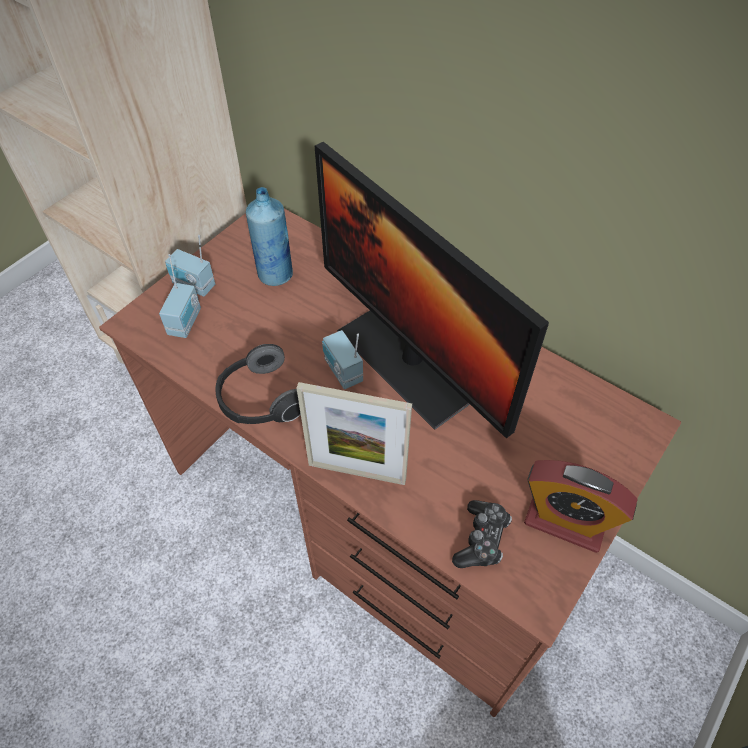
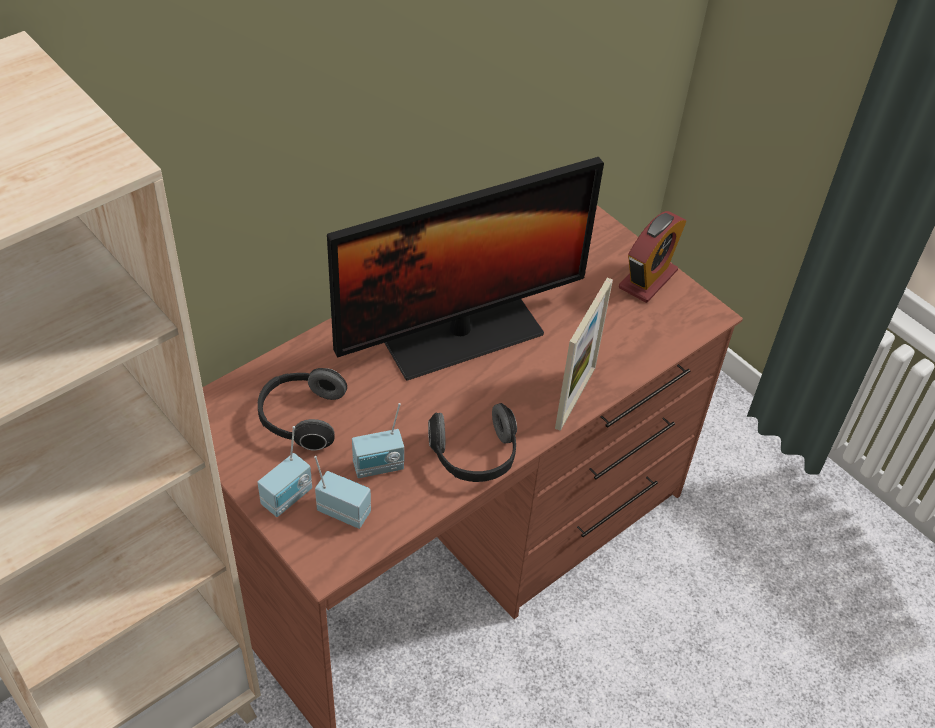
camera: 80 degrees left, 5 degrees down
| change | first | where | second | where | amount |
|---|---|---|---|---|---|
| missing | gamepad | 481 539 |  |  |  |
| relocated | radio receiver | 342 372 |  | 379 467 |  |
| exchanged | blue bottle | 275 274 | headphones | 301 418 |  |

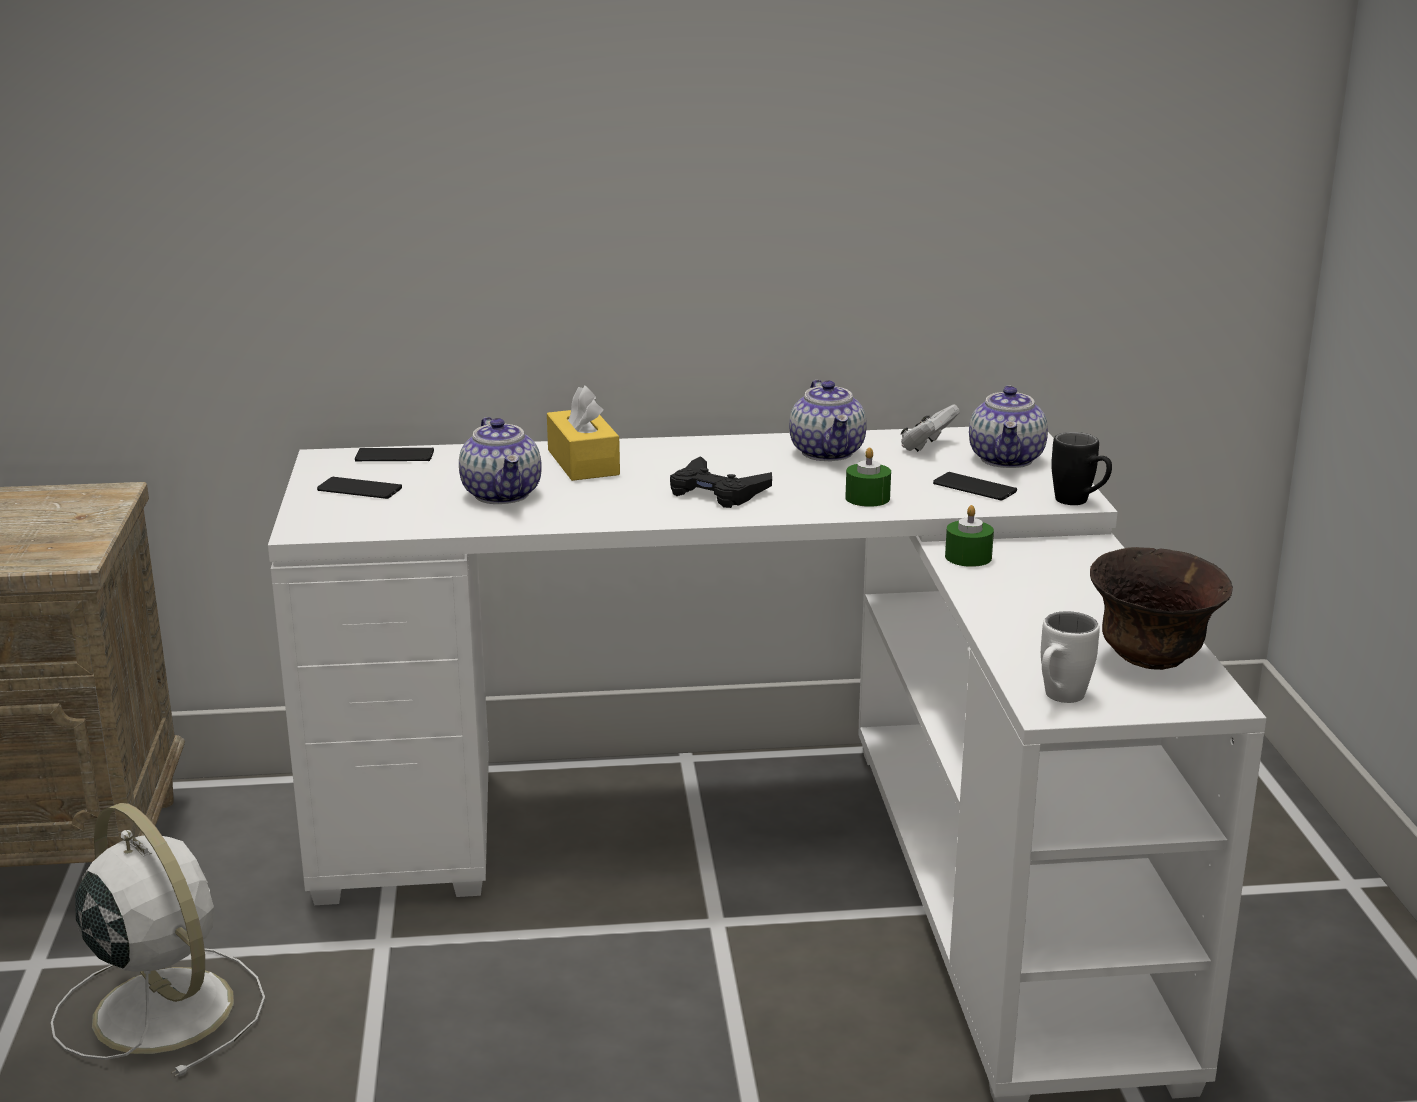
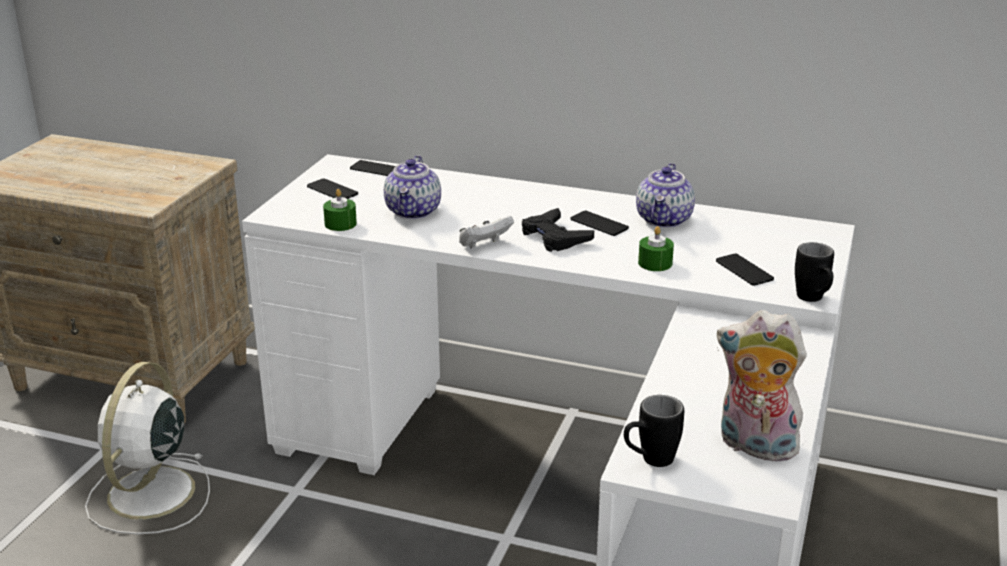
camera: 25 degrees right, 5 degrees up
| change | first | where | second | where | amount |
|---|---|---|---|---|---|
| missing | yellow tissue holder | 583 462 |  |  |  |
| missing | pot for tea | 1007 460 |  |  |  |
| appeared |  |  | telephone | 599 224 |  |
| relocated | white gamepad | 927 447 |  | 484 245 |  |
| relocated | green wax candle | 968 557 |  | 340 224 |  |
| exchanged | brownish deep dish | 1151 660 | plush toy | 754 446 |  |
| colour | white tea mug | 1058 699 | blackish tea mug | 649 461 |  |
| spun | white electric fan | 160 1007 |  | 149 495 | 150 degrees counterclockwise |

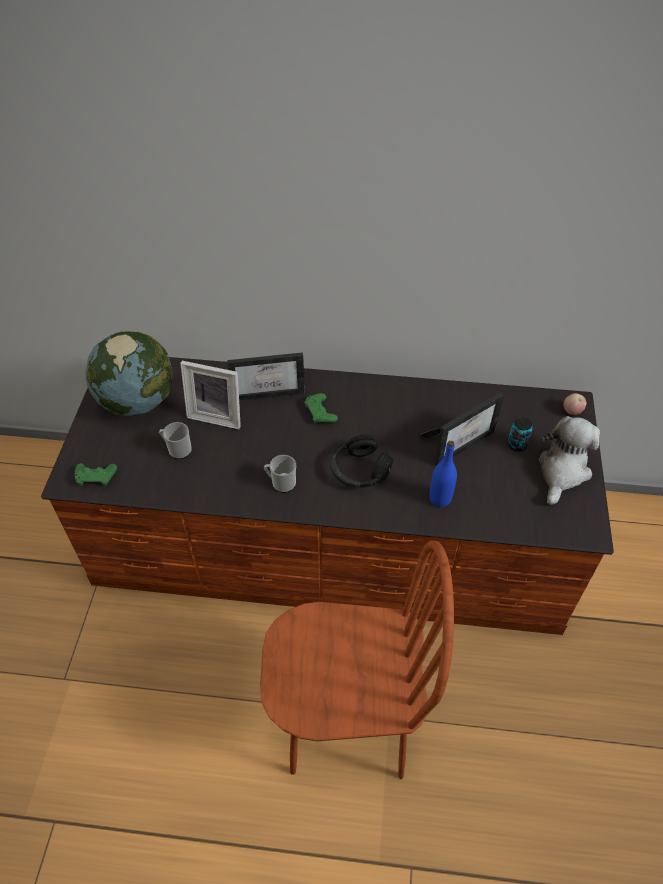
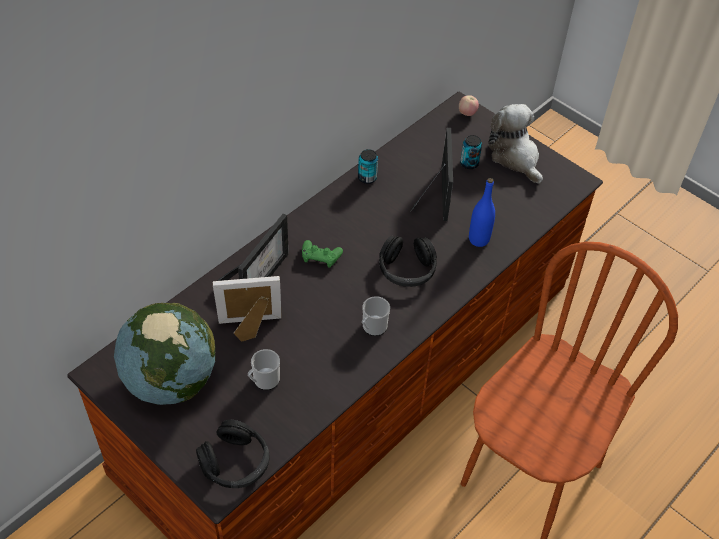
camera: 55 degrees left, 0 degrees up
| change | first | where | second | where | amount |
|---|---|---|---|---|---|
| appeared |  |  | metal can | 367 178 |  |
| exchanged | green gamepad | 96 477 | blackish headphones | 235 463 |  |
| spun | standing frame | 217 414 |  | 250 328 | 150 degrees counterclockwise |

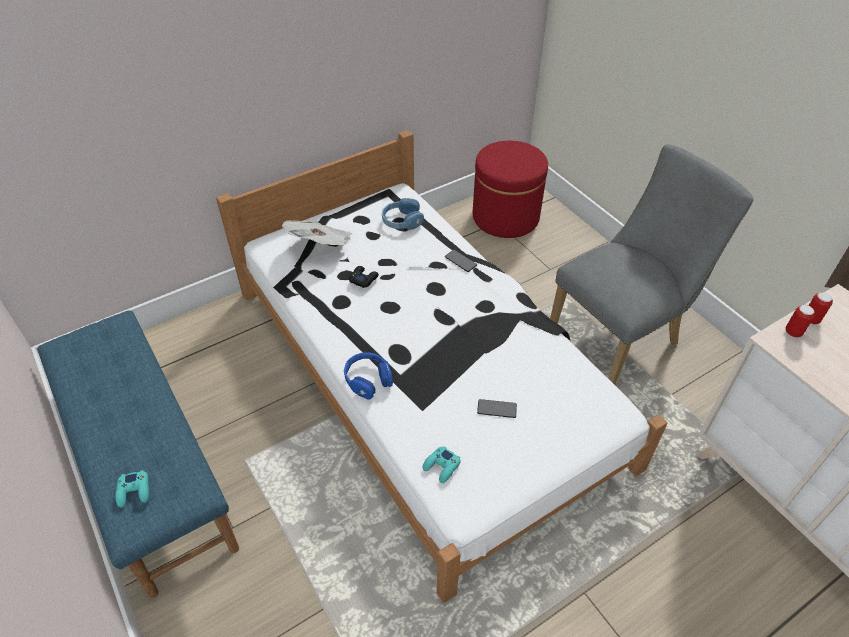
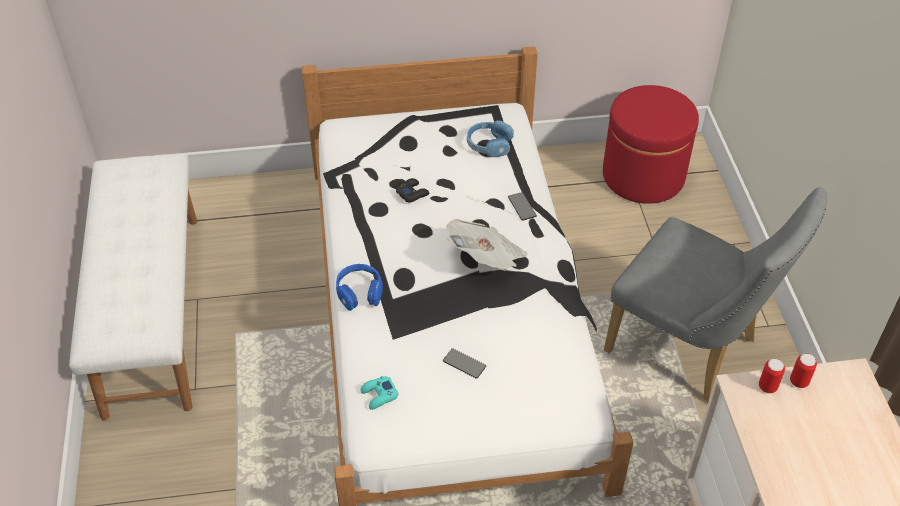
camera: 25 degrees right, 0 degrees up
| change | first | where | second | where | amount |
|---|---|---|---|---|---|
| missing | turquoise-coloured gamepad | 134 491 |  |  |  |
| relocated | newspaper | 321 246 |  | 486 259 |  |
| colour | blue long seat | 150 470 | white long seat | 151 311 |  |
| spun | gray plain chair | 621 334 |  | 691 350 | 45 degrees clockwise |

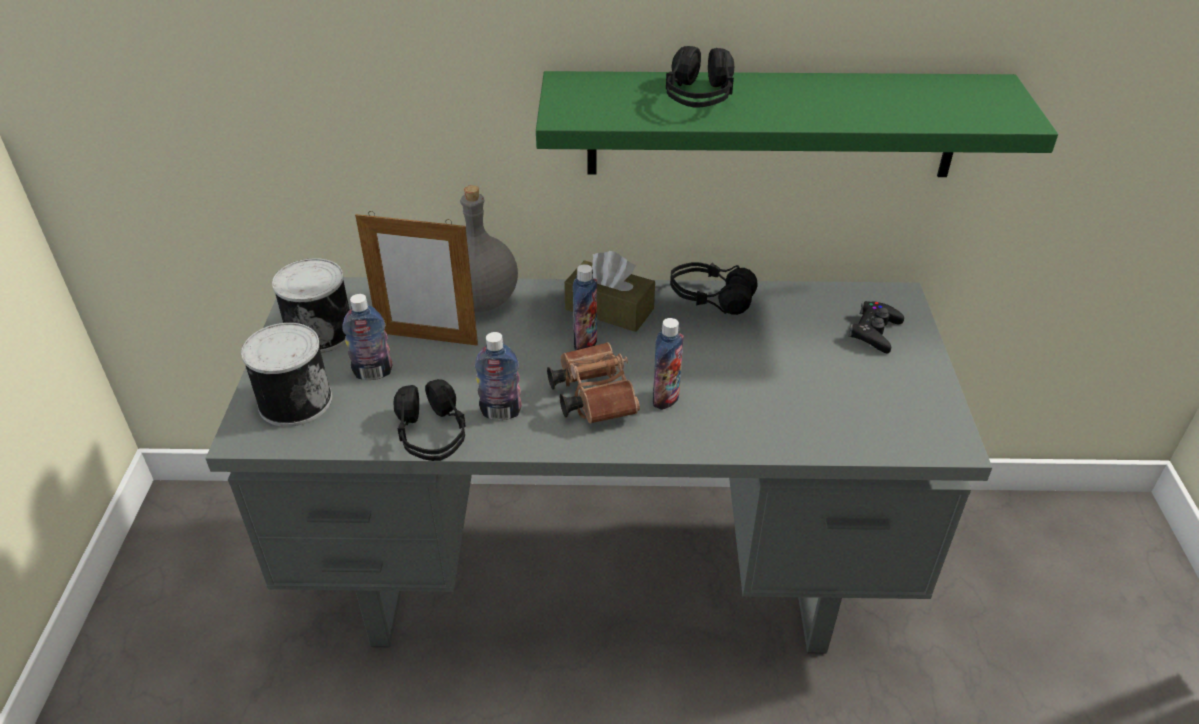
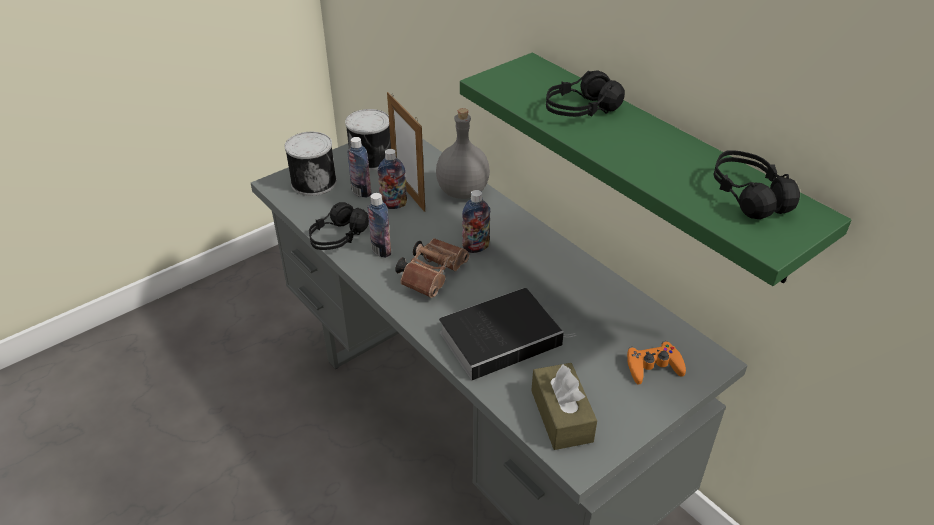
camera: 50 degrees right, 0 degrees up
| change | first | where | second | where | amount |
|---|---|---|---|---|---|
| appeared |  |  | bound book | 502 336 |  |
| relocated | brownish tissue holder | 609 309 |  | 561 416 |  |
| relocated | bottle | 666 398 |  | 393 204 |  |
| relocated | blackish headphones | 710 298 |  | 748 196 |  |
| colour | blackish gamepad | 874 332 | orange-coloured gamepad | 653 367 |  |

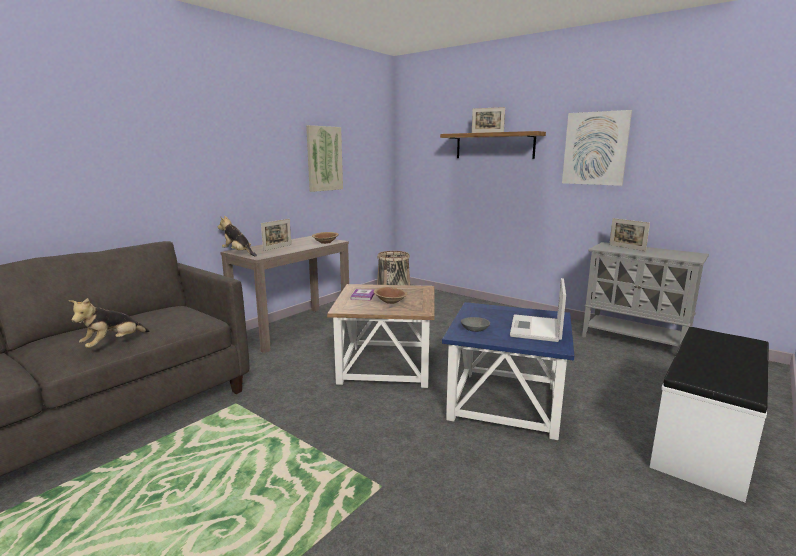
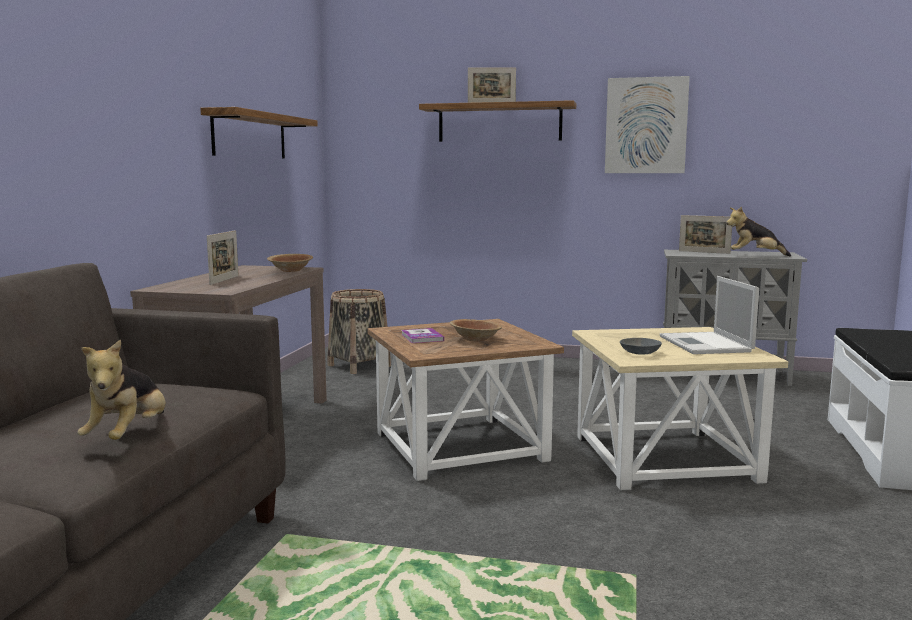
camera: 25 degrees left, 5 degrees down
| change | first | where | second | where | amount |
|---|---|---|---|---|---|
| relocated | plush toy | 238 253 |  | 754 256 |  |
| exchanged | wall picture | 324 158 | bracket shelf | 250 136 |  |
| colour | blue end table | 506 403 | beige end table | 667 459 |  |

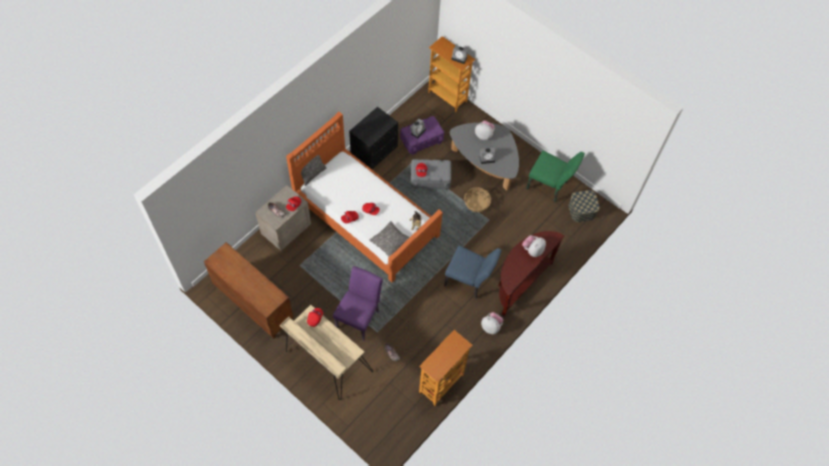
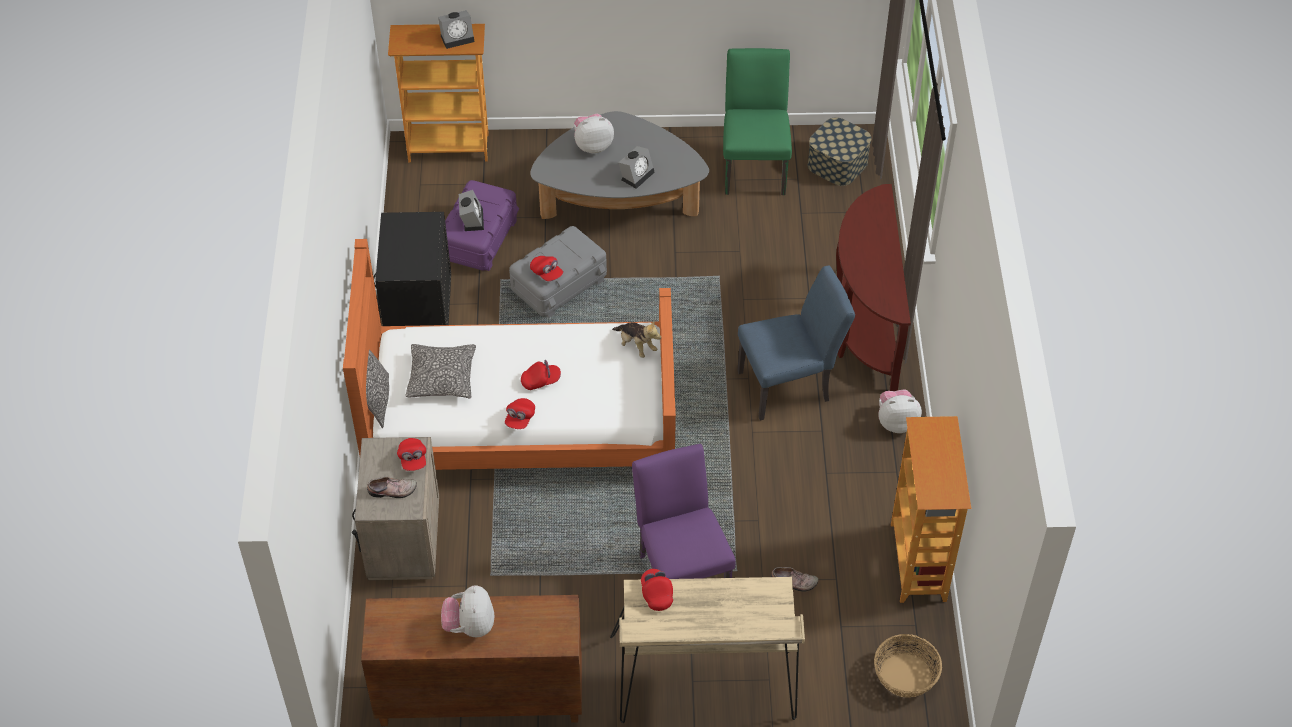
camera: 40 degrees left, 10 degrees down
| change | first | where | second | where | amount |
|---|---|---|---|---|---|
| relocated | throw pillow | 390 242 |  | 441 377 |  |
| relocated | basket | 476 203 |  | 905 676 |  |
| relocated | plush toy | 532 250 |  | 470 626 |  |
| spun | green plain chair | 549 187 |  | 754 165 | 75 degrees counterclockwise |

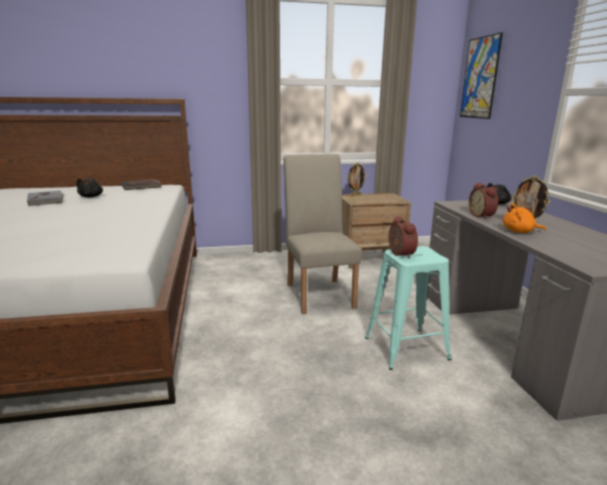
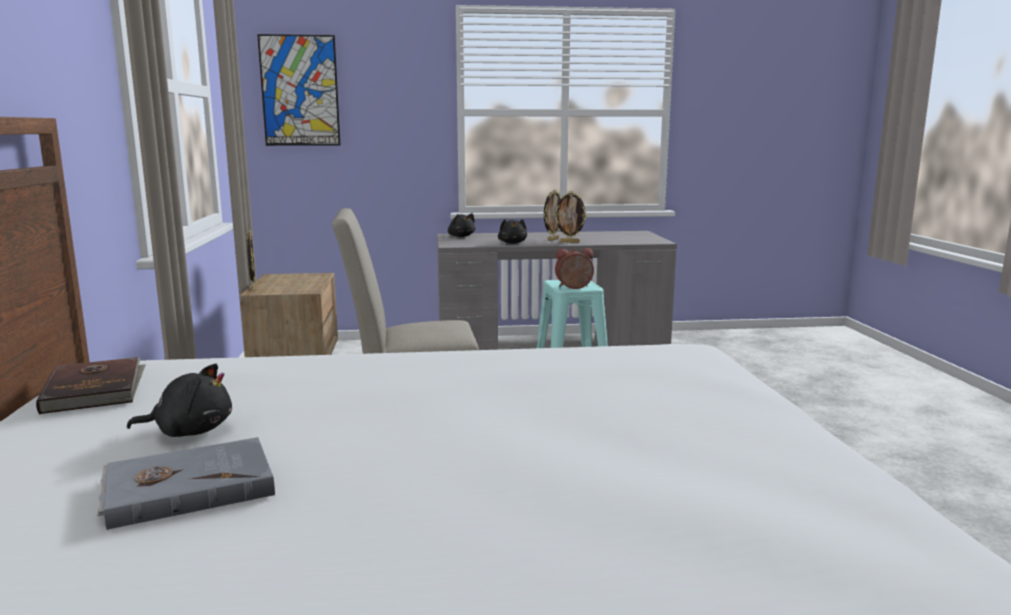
camera: 85 degrees left, 5 degrees down
| change | first | where | second | where | amount |
|---|---|---|---|---|---|
| exchanged | alarm clock | 482 216 | blackish plush toy | 512 243 |  |
| exchanged | orange-coloured plush toy | 519 232 | standing frame | 570 242 |  |

